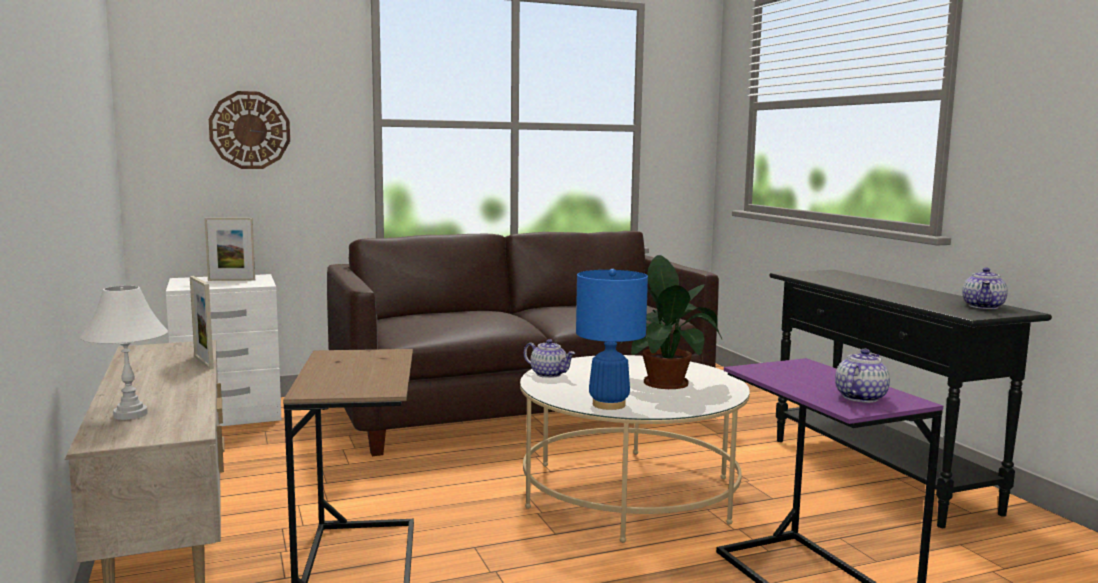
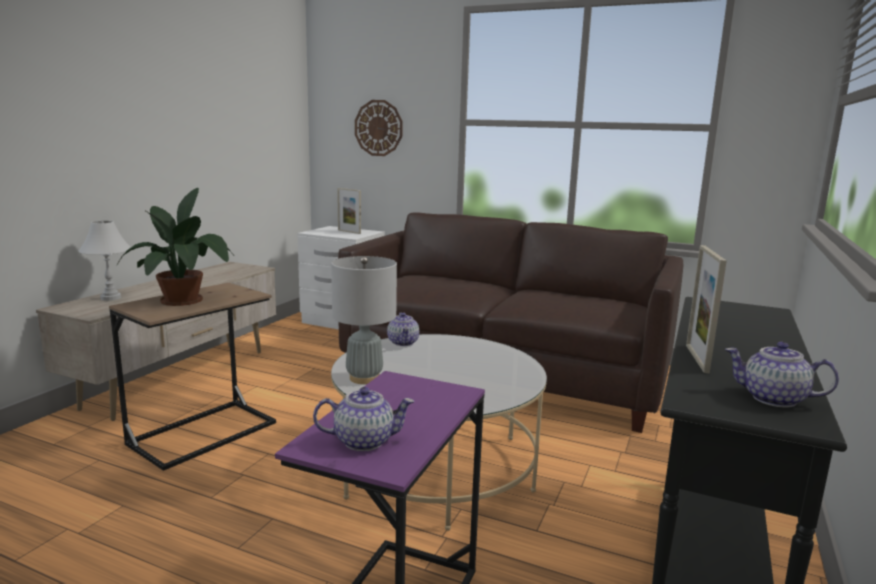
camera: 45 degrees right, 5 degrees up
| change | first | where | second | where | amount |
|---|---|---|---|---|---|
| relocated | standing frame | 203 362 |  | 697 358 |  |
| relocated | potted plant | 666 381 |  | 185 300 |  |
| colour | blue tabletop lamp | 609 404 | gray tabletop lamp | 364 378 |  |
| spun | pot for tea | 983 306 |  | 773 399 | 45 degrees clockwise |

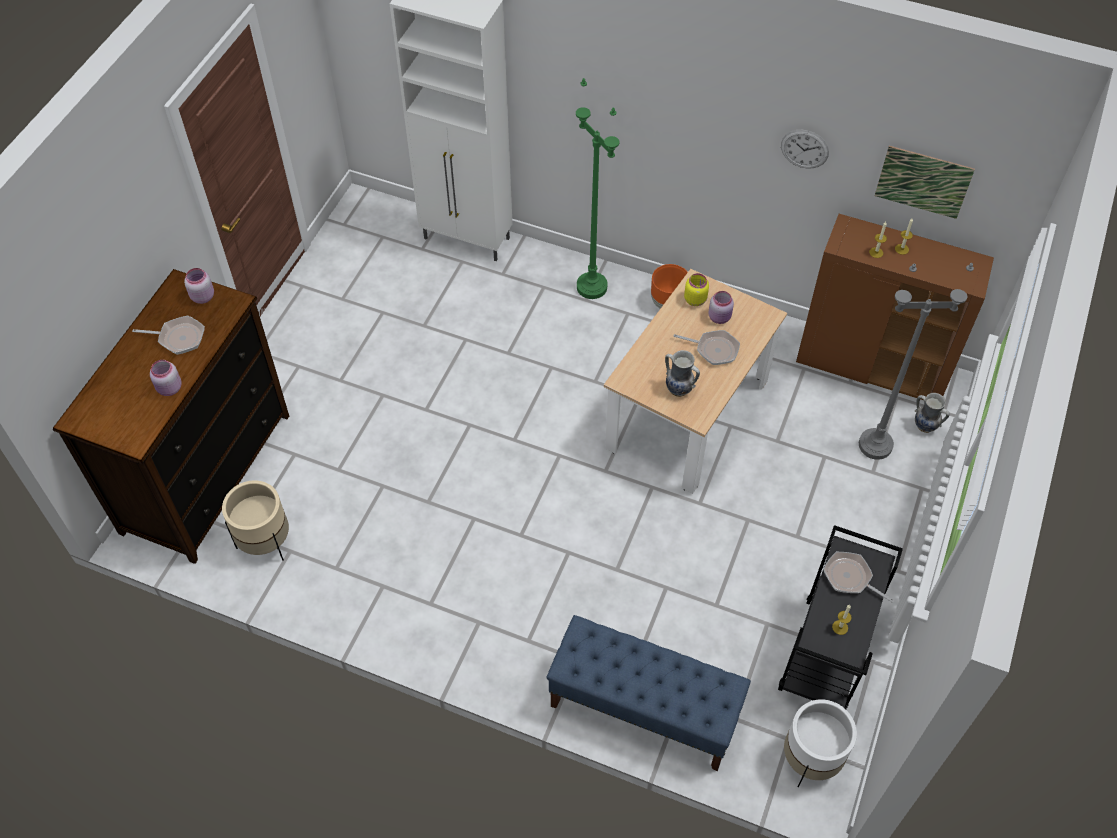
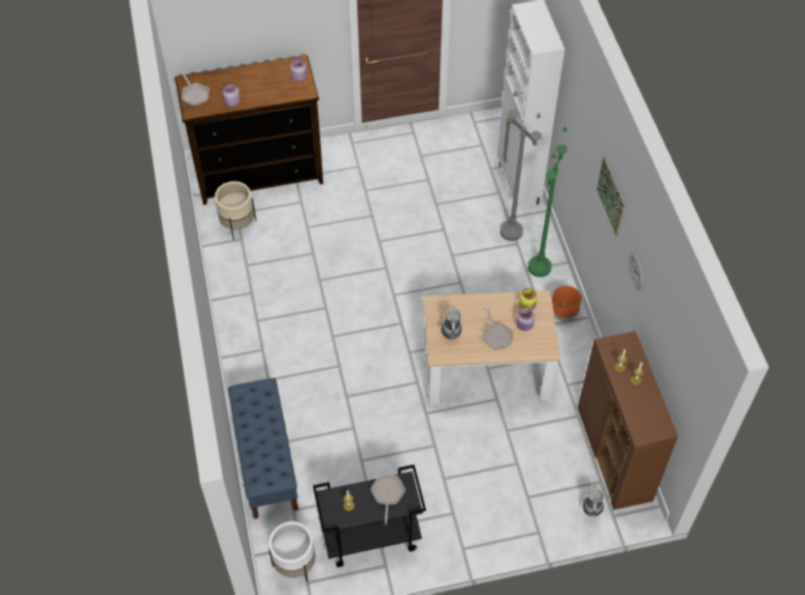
camera: 55 degrees right, 0 degrees up
| change | first | where | second | where | amount |
|---|---|---|---|---|---|
| relocated | frying pan | 178 338 |  | 195 94 |  |
| relocated | gray standard lamp | 875 445 |  | 511 232 |  |
| relocated | wall picture | 923 182 |  | 611 196 |  |

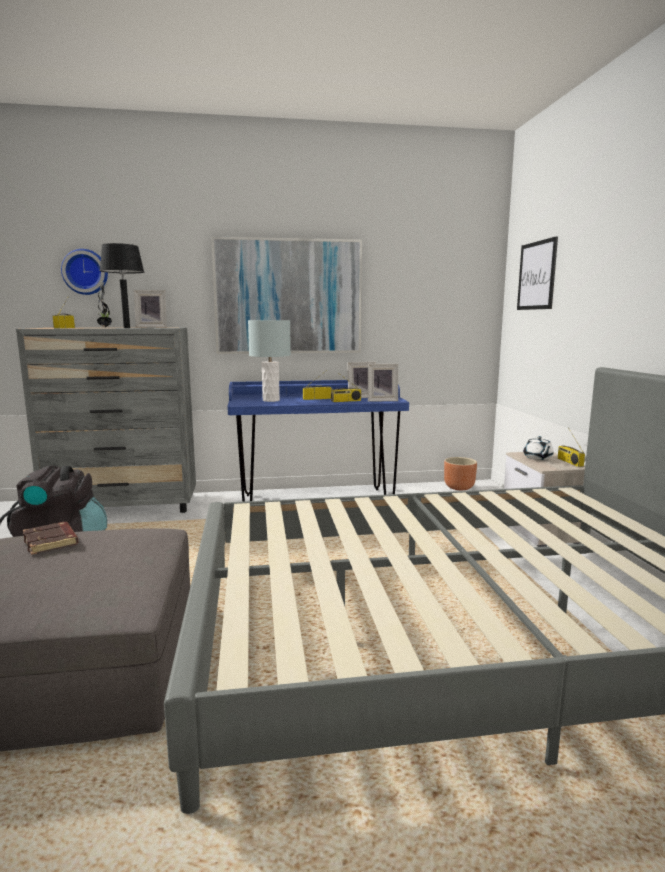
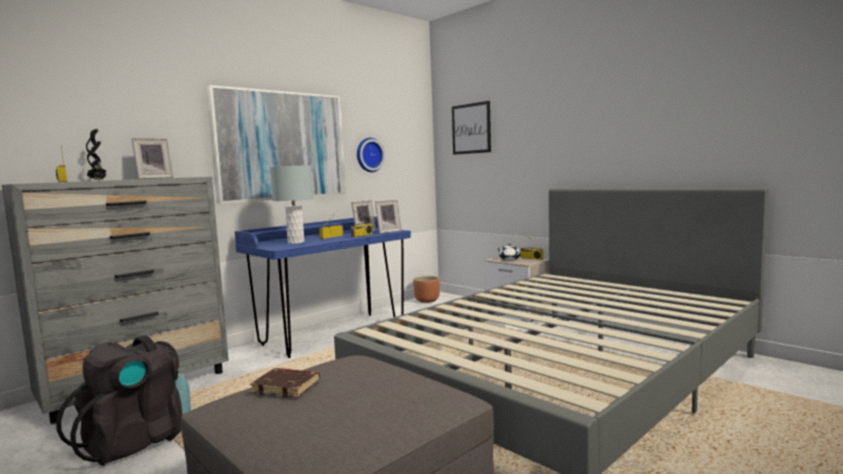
camera: 35 degrees left, 5 degrees down
| change | first | where | second | where | amount |
|---|---|---|---|---|---|
| missing | blackish tabletop lamp | 127 328 |  |  |  |
| relocated | clock on the wall | 85 272 |  | 368 155 |  |

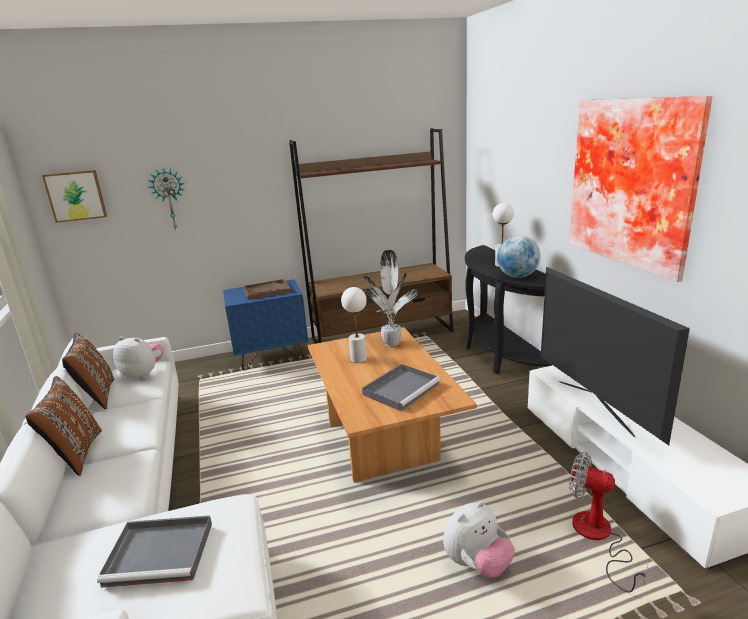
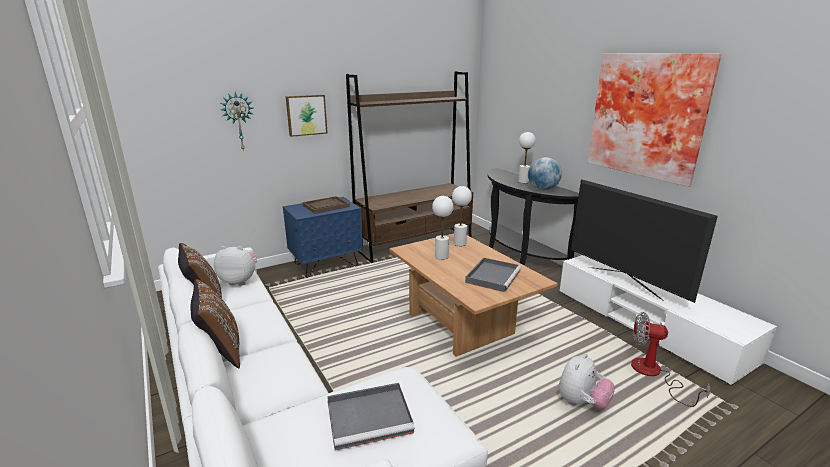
camera: 15 degrees left, 0 degrees up
| change | first | where | second | where | amount |
|---|---|---|---|---|---|
| relocated | wall picture | 76 195 |  | 306 115 |  |
| exchanged | potted plant | 392 343 | white tabletop lamp | 460 243 |  |

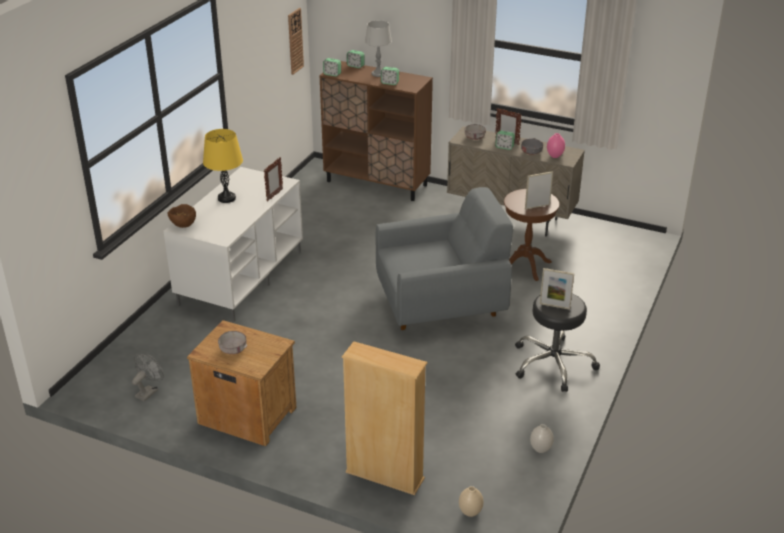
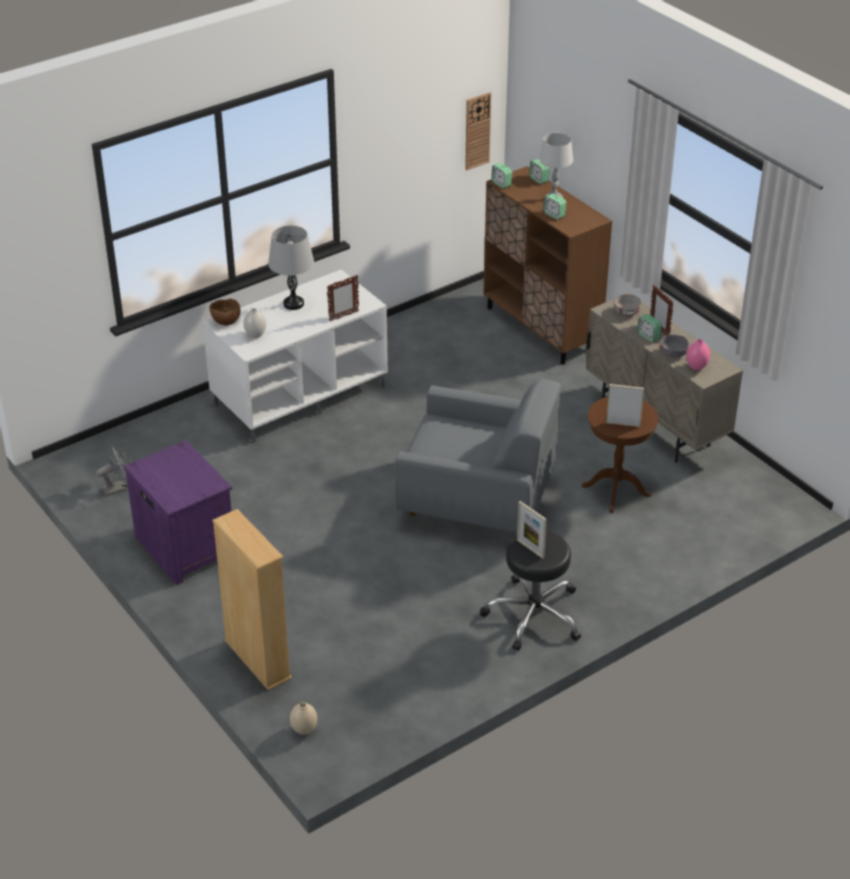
camera: 30 degrees right, 5 degrees up
| change | first | where | second | where | amount |
|---|---|---|---|---|---|
| missing | gray deep dish | 233 349 |  |  |  |
| relocated | white flower vase | 540 449 |  | 255 335 |  |
| colour | brownish nightstand | 247 414 | purple-coloured nightstand | 185 546 |  |
| colour | yellow tabletop lamp | 226 198 | gray tabletop lamp | 293 304 |  |

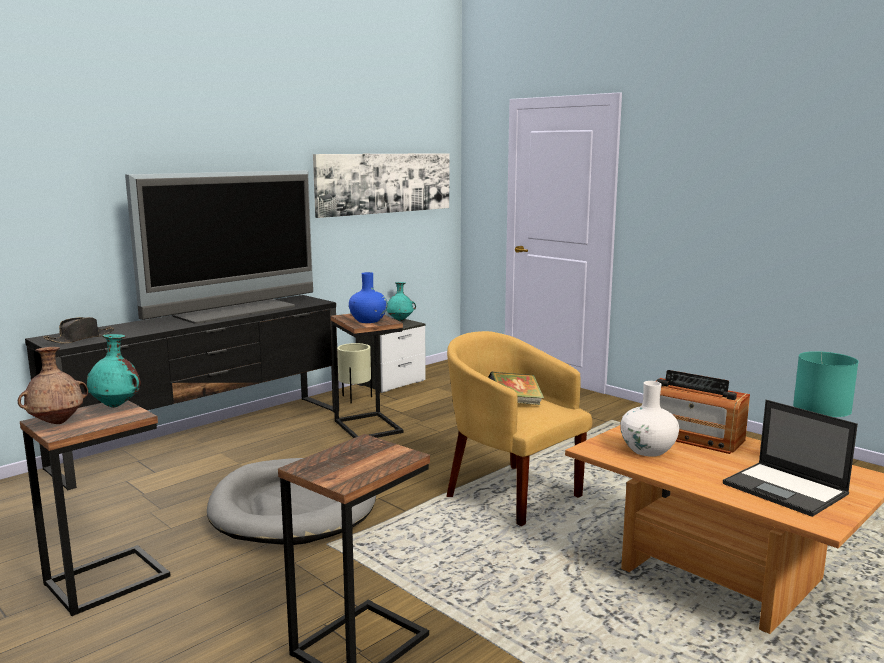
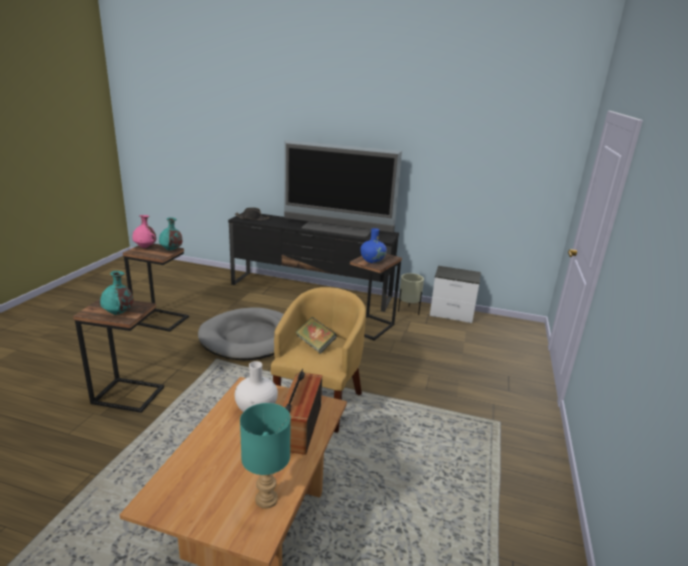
camera: 60 degrees right, 10 degrees up
| change | first | where | second | where | amount |
|---|---|---|---|---|---|
| missing | wall picture | 385 183 |  |  |  |
| missing | portable computer | 786 489 |  |  |  |
| relocated | turquoise-coloured flower vase | 400 320 |  | 119 313 |  |
| colour | brownish flower vase | 57 422 | pinkish flower vase | 145 247 |  |

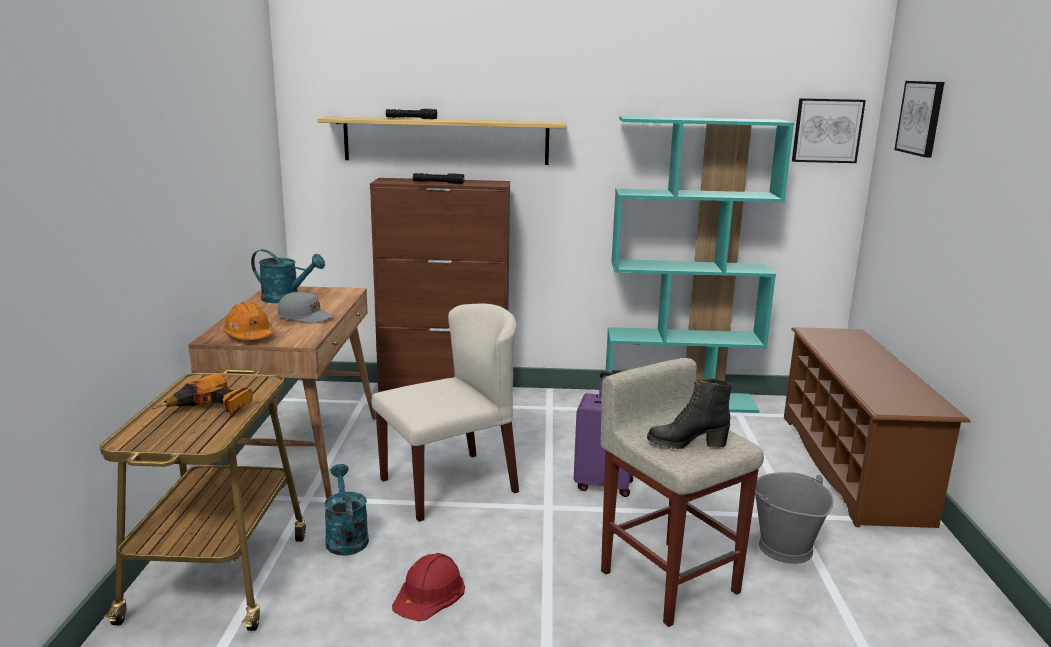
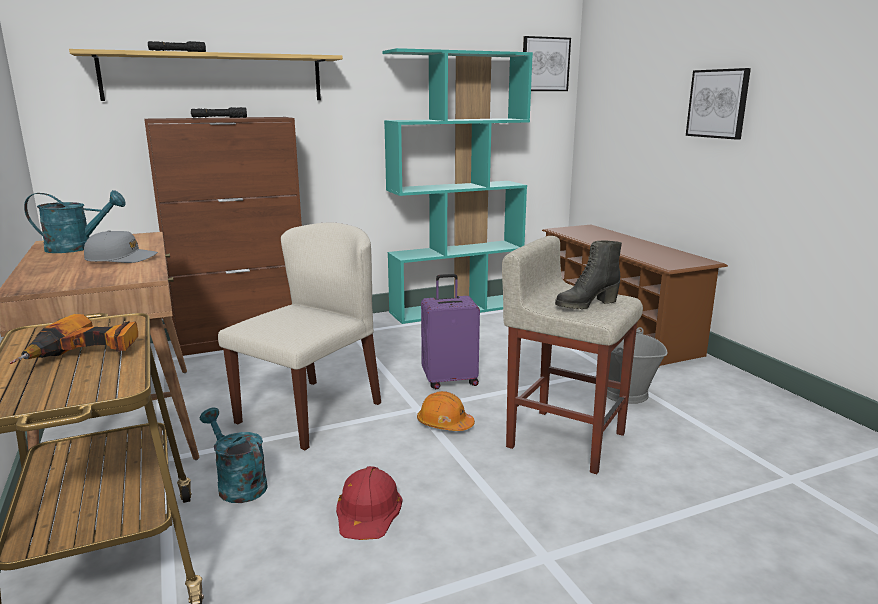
camera: 25 degrees left, 0 degrees up
| change | first | where | second | where | amount |
|---|---|---|---|---|---|
| relocated | orange-coloured hard hat | 249 336 |  | 444 424 |  |
| relocated | wall picture | 921 118 |  | 718 103 |  |

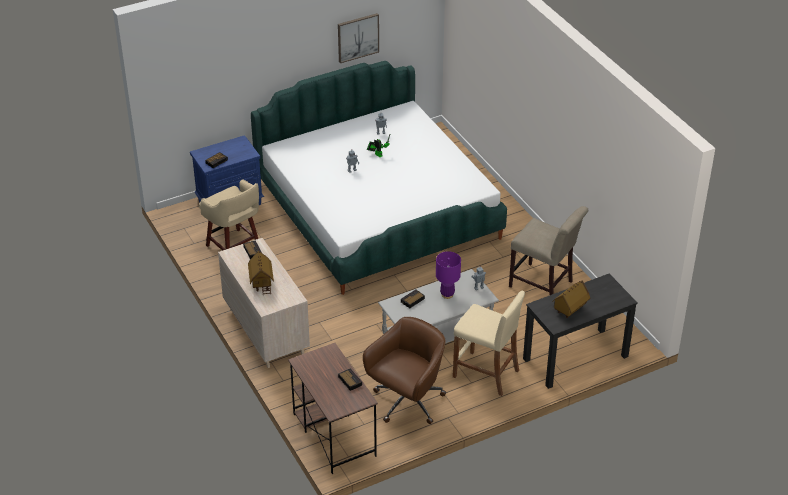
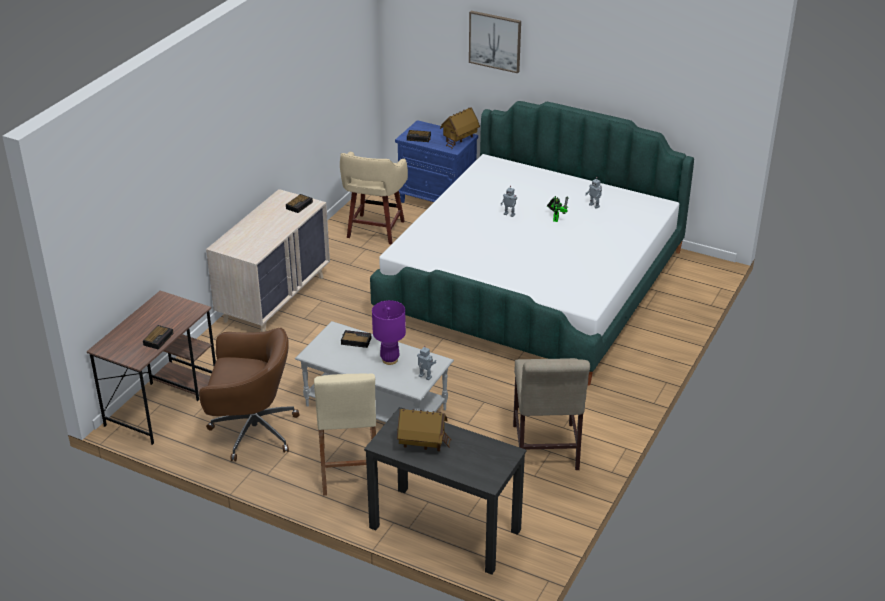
camera: 55 degrees right, 5 degrees down
| change | first | where | second | where | amount |
|---|---|---|---|---|---|
| relocated | miniature house | 261 283 |  | 459 140 |  |
| relocated | wall picture | 358 37 |  | 495 41 |  |

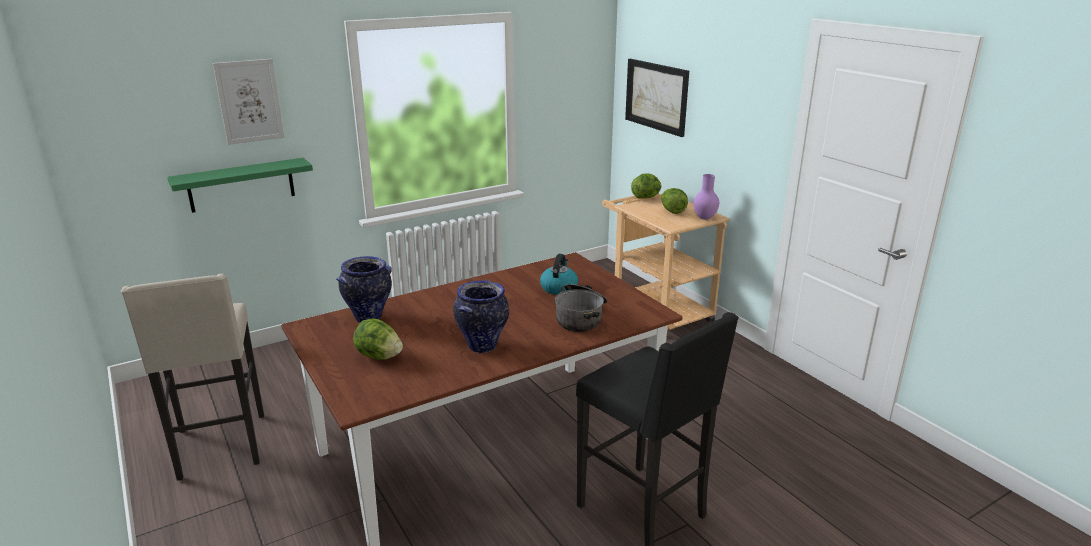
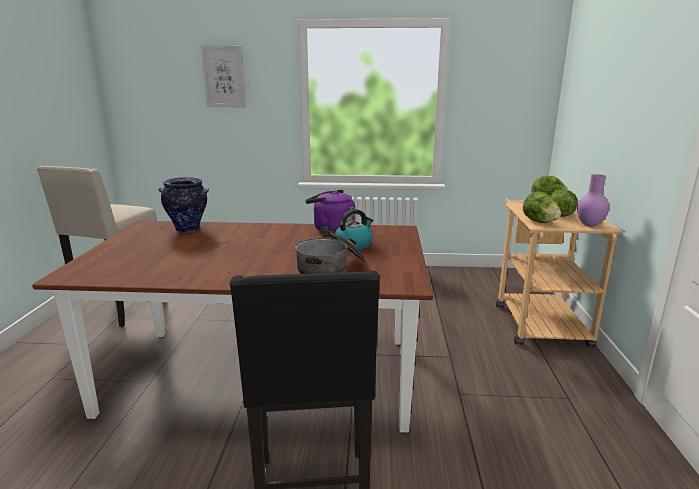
camera: 35 degrees right, 5 degrees down
| change | first | where | second | where | amount |
|---|---|---|---|---|---|
| missing | green bracket shelf | 241 185 |  |  |  |
| missing | flower vase | 482 346 |  |  |  |
| missing | wall picture | 656 96 |  |  |  |
| appeared |  |  | purple-coloured tea kettle | 331 230 |  |
| relocated | lettuce head | 379 356 |  | 539 222 |  |

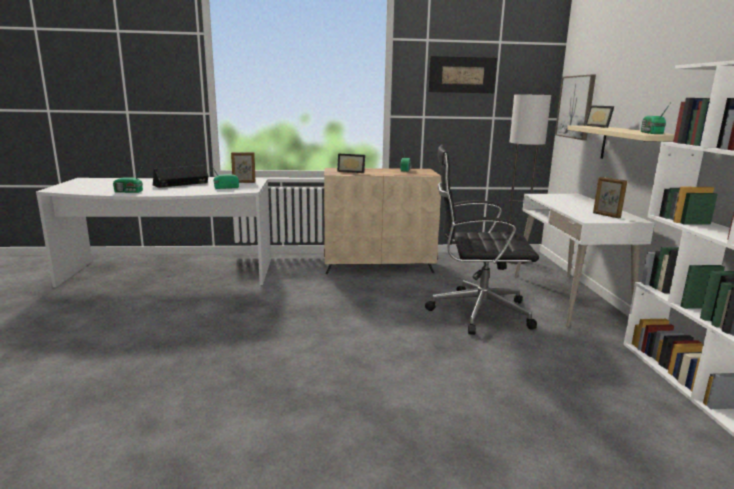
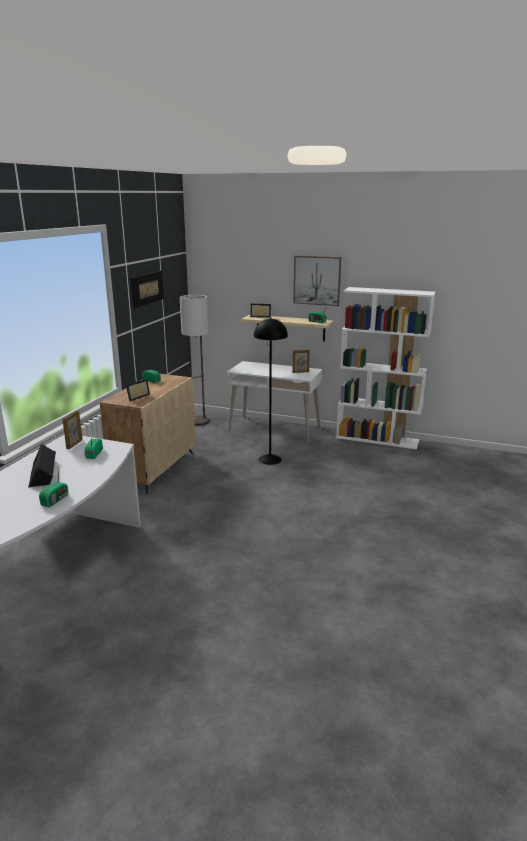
camera: 65 degrees left, 5 degrees up
| change | first | where | second | where | amount |
|---|---|---|---|---|---|
| relocated | wall picture | 575 107 |  | 317 280 |  |
| exchanged | blackish office chair | 476 312 | blackish standard lamp | 269 459 |  |

